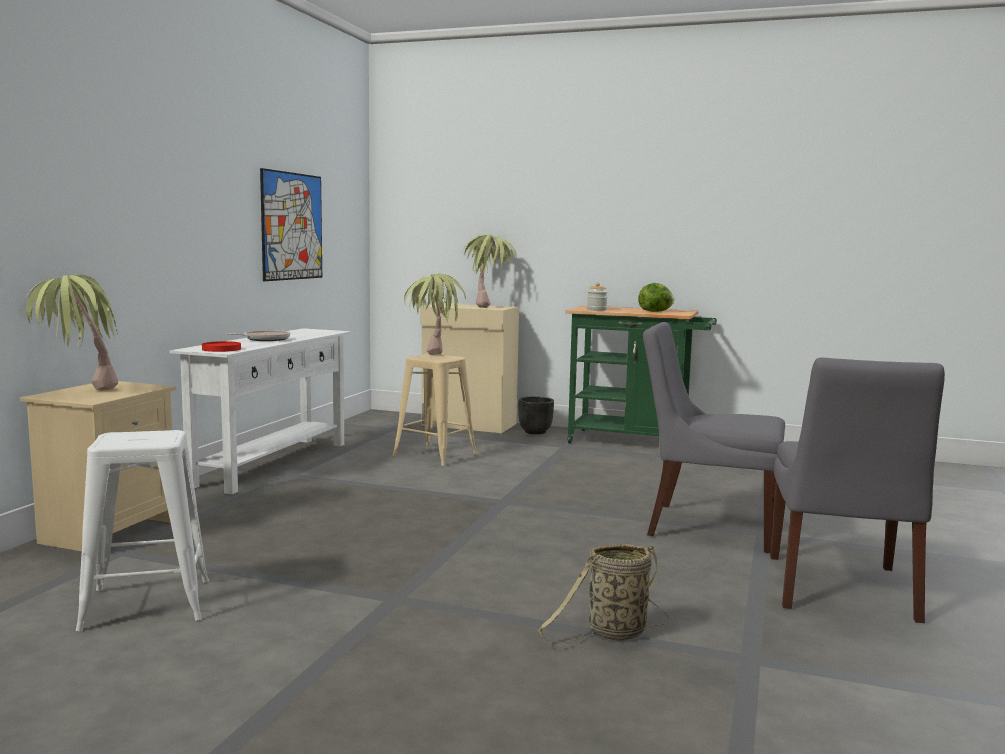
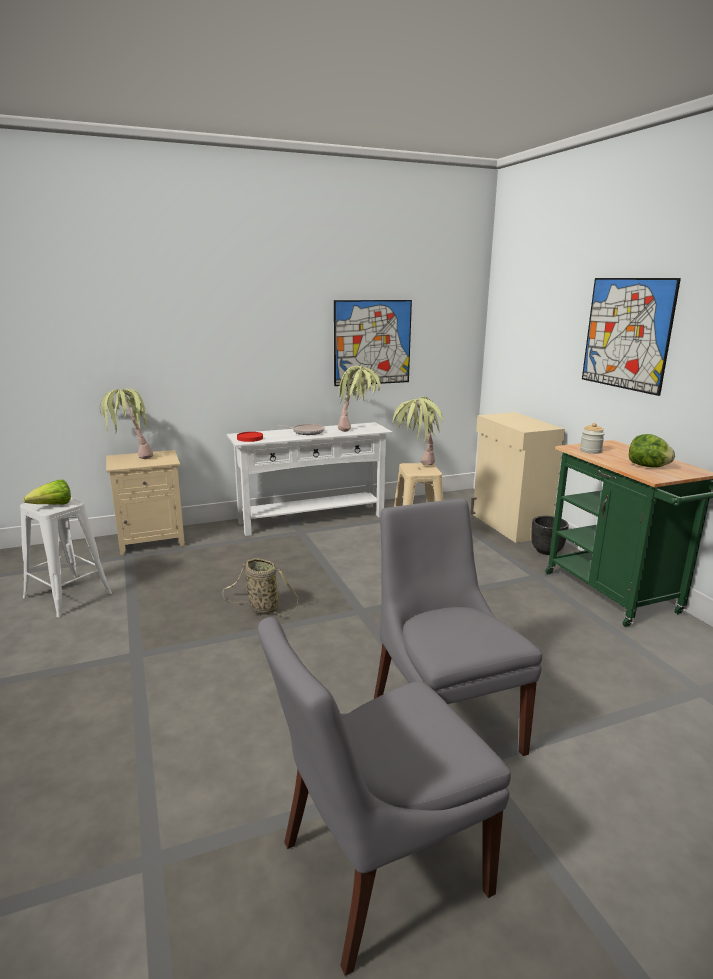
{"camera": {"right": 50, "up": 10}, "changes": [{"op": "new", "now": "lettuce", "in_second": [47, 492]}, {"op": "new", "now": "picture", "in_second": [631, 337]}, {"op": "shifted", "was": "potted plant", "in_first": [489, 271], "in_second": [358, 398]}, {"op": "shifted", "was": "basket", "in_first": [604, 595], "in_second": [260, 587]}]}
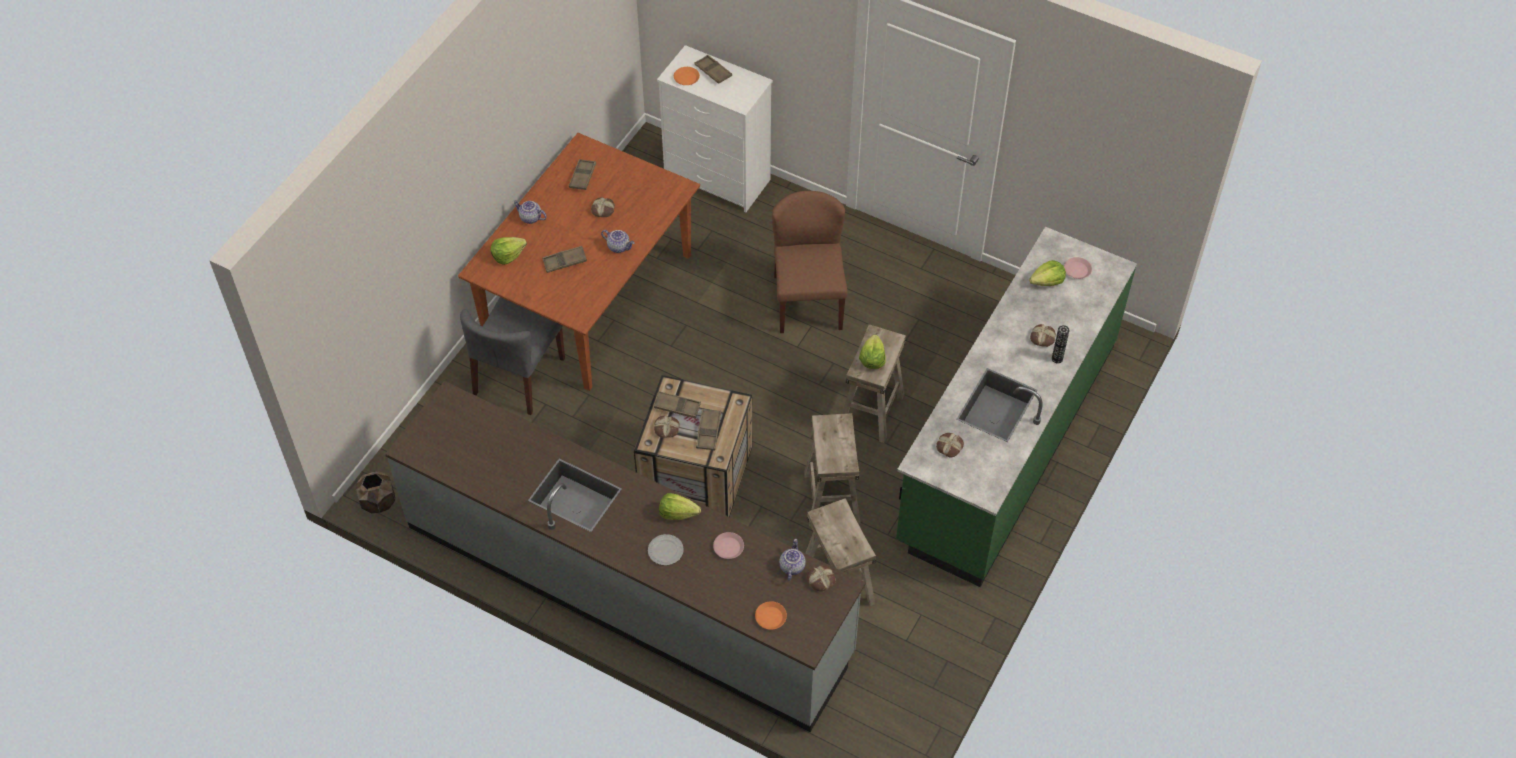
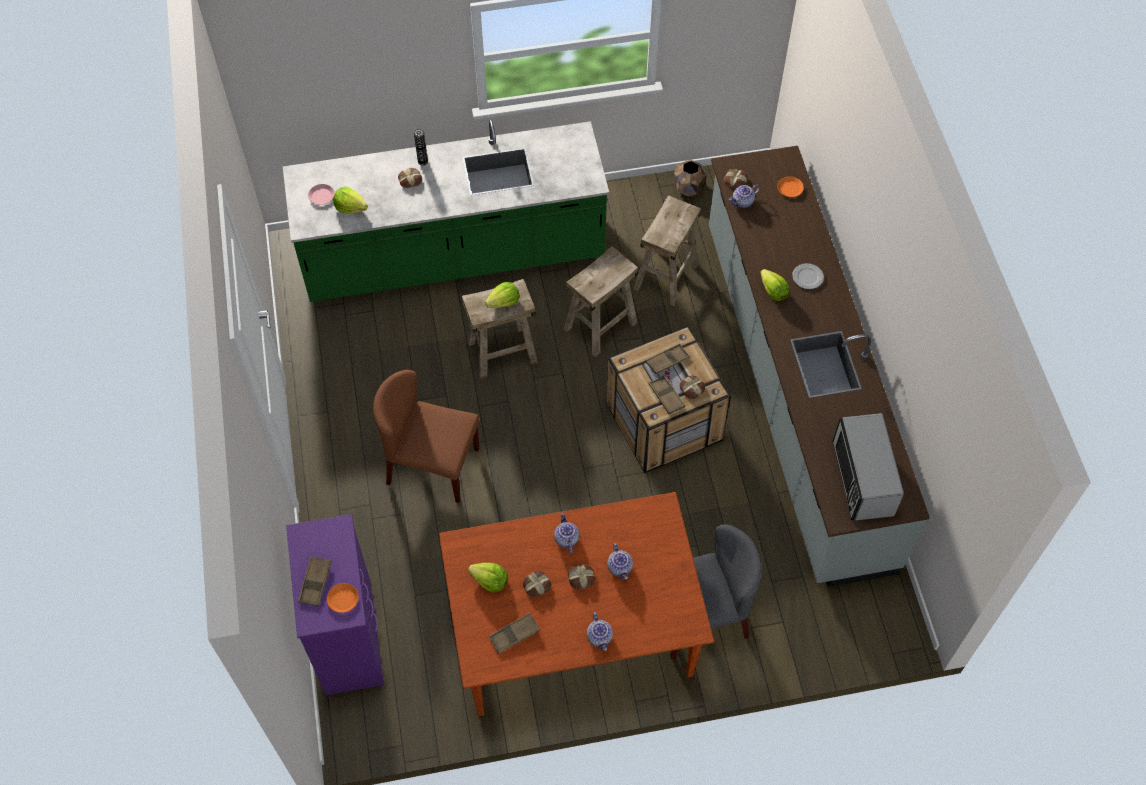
{"camera": {"right": -130, "up": 5}, "changes": [{"op": "gone", "was": "plate in pink", "in_first": [728, 545]}, {"op": "new", "now": "microwave", "in_second": [868, 466]}, {"op": "shifted", "was": "planter in brown", "in_first": [375, 492], "in_second": [690, 178]}, {"op": "shifted", "was": "lettuce", "in_first": [509, 251], "in_second": [488, 578]}, {"op": "shifted", "was": "bread", "in_first": [950, 445], "in_second": [581, 577]}, {"op": "swapped", "was": "tray in brown", "now": "teapot", "in_first": [564, 259], "in_second": [620, 561]}, {"op": "repainted", "was": "dresser in white", "now": "dresser in purple", "in_first": [715, 128], "in_second": [335, 605]}, {"op": "rotated", "was": "chair in brown", "in_first": [810, 262], "in_second": [426, 436], "clockwise": 60}]}
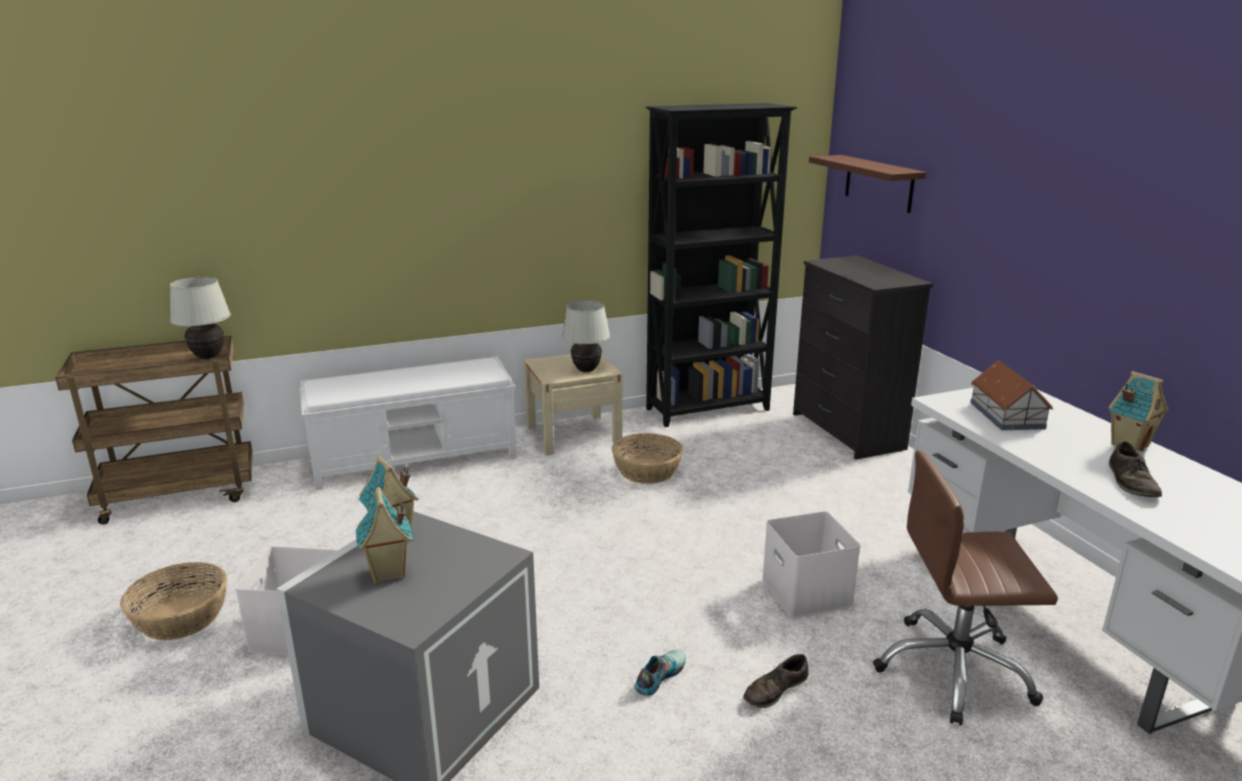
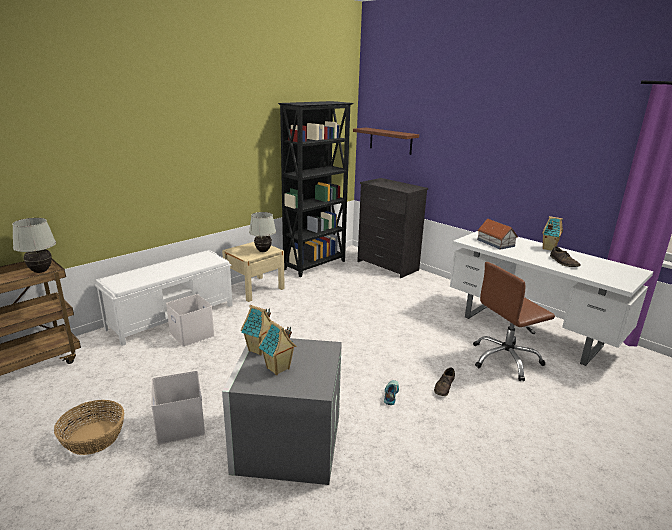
{"camera": {"right": -25, "up": 0}, "changes": [{"op": "gone", "was": "basket", "in_first": [647, 458]}, {"op": "shifted", "was": "storage box in white", "in_first": [811, 564], "in_second": [190, 320]}]}
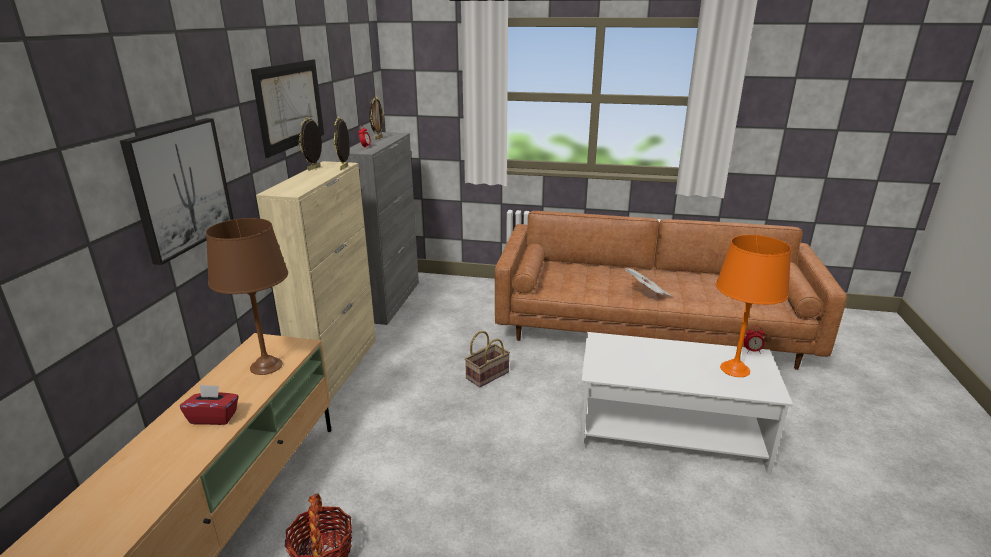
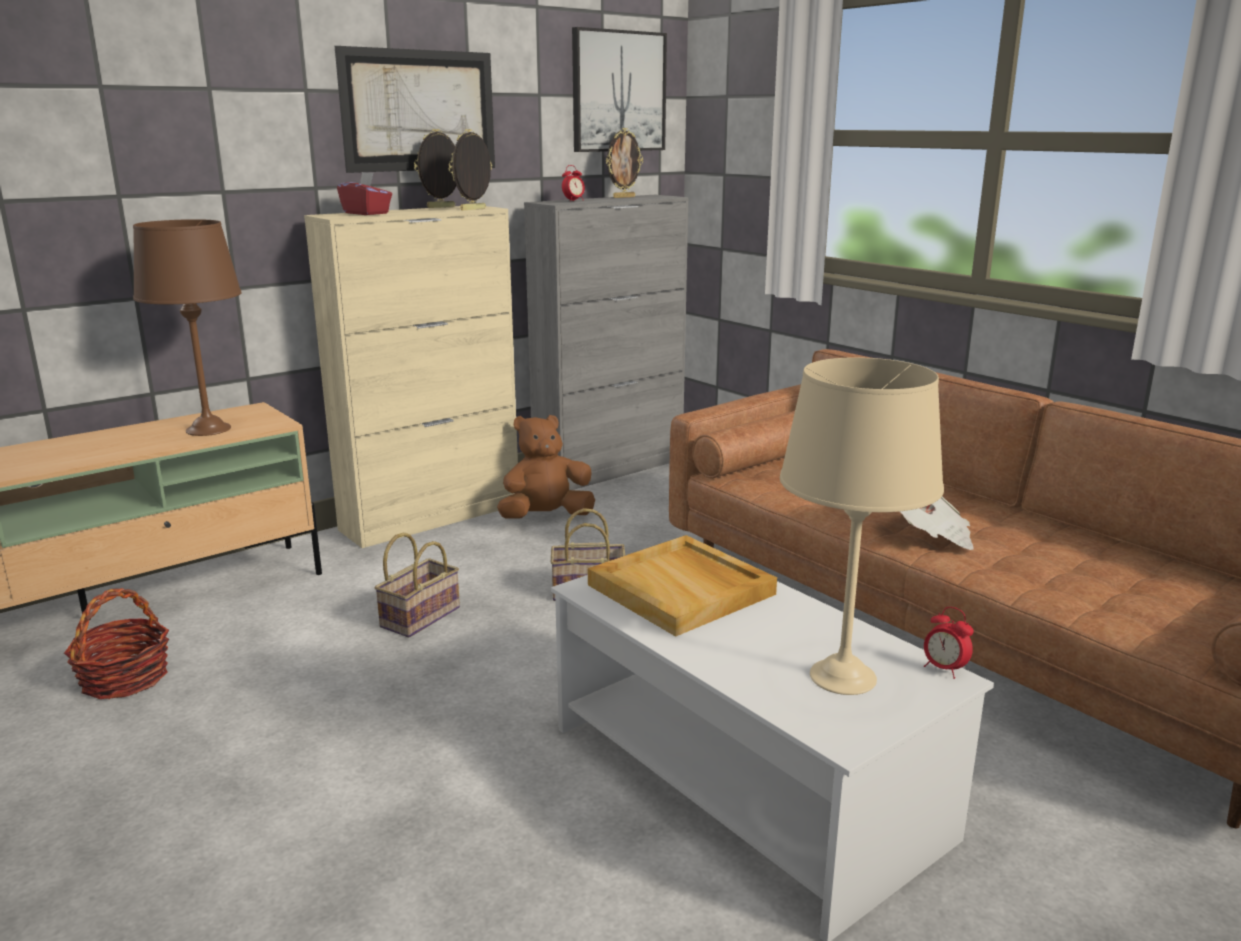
{"camera": {"right": 40, "up": -5}, "changes": [{"op": "new", "now": "basket", "in_second": [417, 585]}, {"op": "new", "now": "plush toy in brown", "in_second": [546, 467]}, {"op": "new", "now": "tray in beige", "in_second": [682, 586]}, {"op": "shifted", "was": "picture", "in_first": [177, 191], "in_second": [619, 89]}, {"op": "shifted", "was": "tissue box in red", "in_first": [209, 405], "in_second": [364, 193]}, {"op": "repainted", "was": "table lamp in orange", "now": "table lamp in beige", "in_first": [753, 306], "in_second": [862, 526]}]}
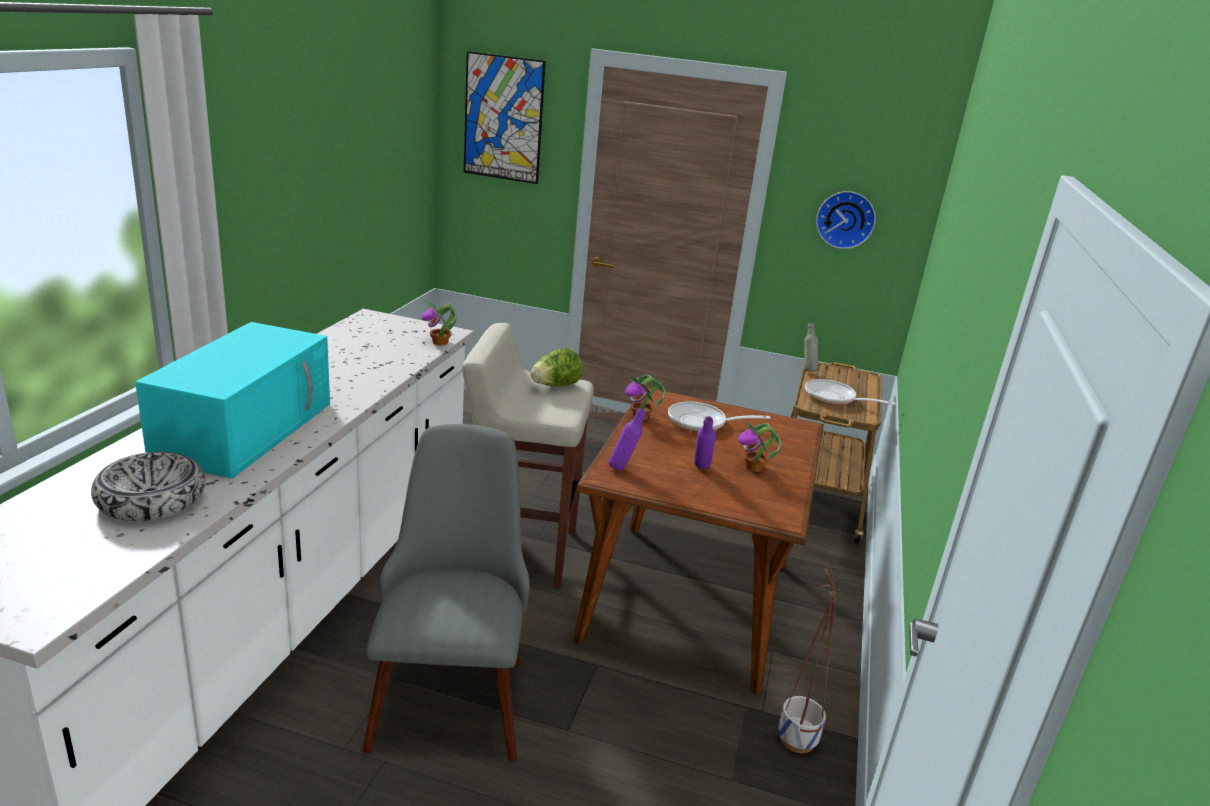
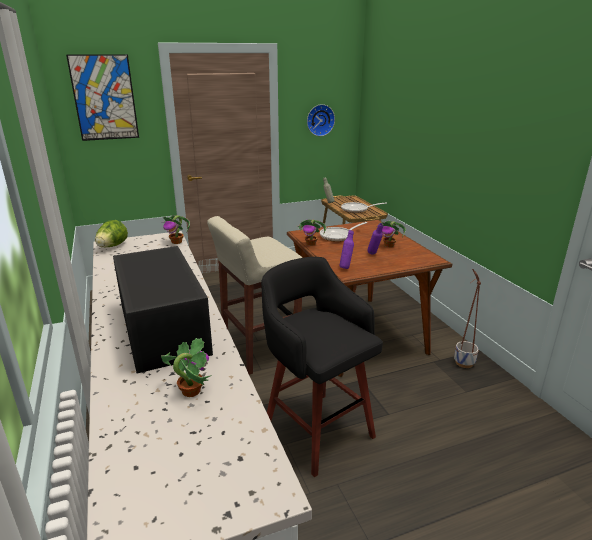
{"camera": {"right": -35, "up": 0}, "changes": [{"op": "shifted", "was": "lettuce", "in_first": [556, 367], "in_second": [111, 233]}, {"op": "swapped", "was": "bowl", "now": "potted plant", "in_first": [148, 486], "in_second": [186, 367]}, {"op": "swapped", "was": "chair in grey", "now": "stool in black", "in_first": [446, 592], "in_second": [322, 367]}, {"op": "repainted", "was": "microwave in turquoise", "now": "microwave in black", "in_first": [232, 400], "in_second": [163, 309]}]}
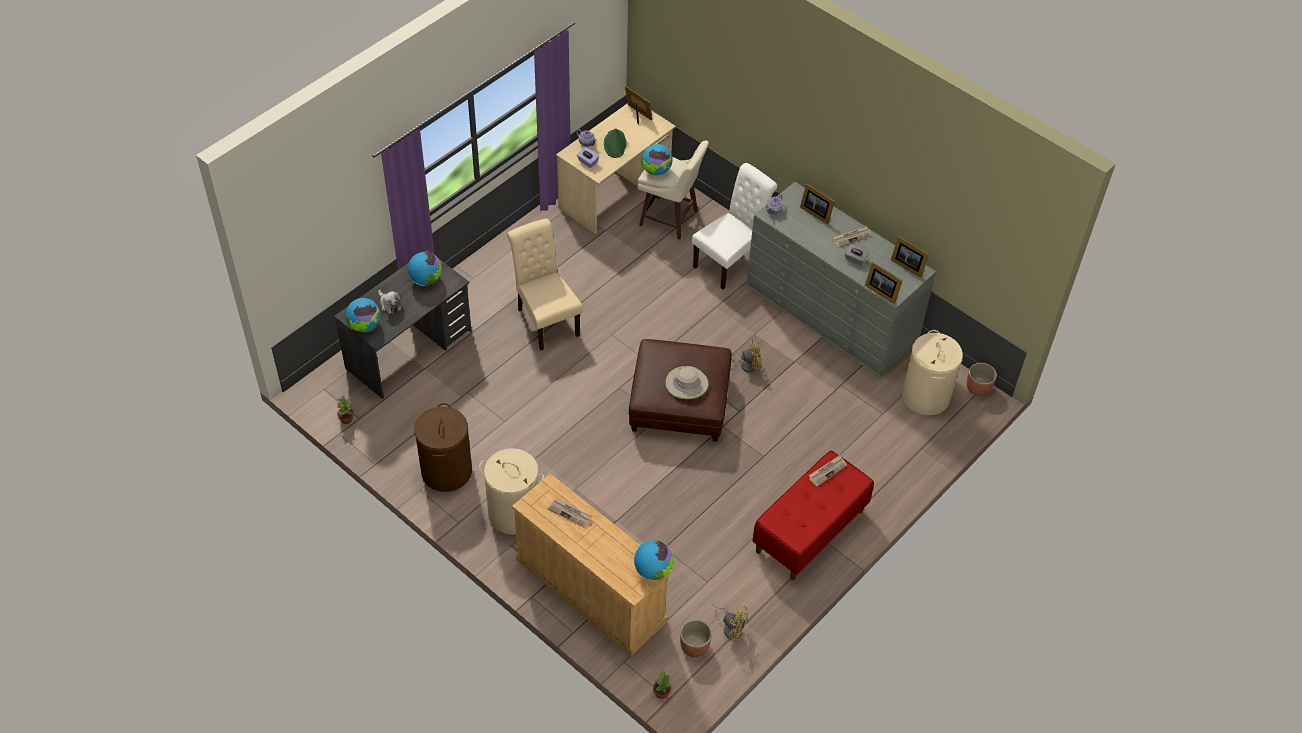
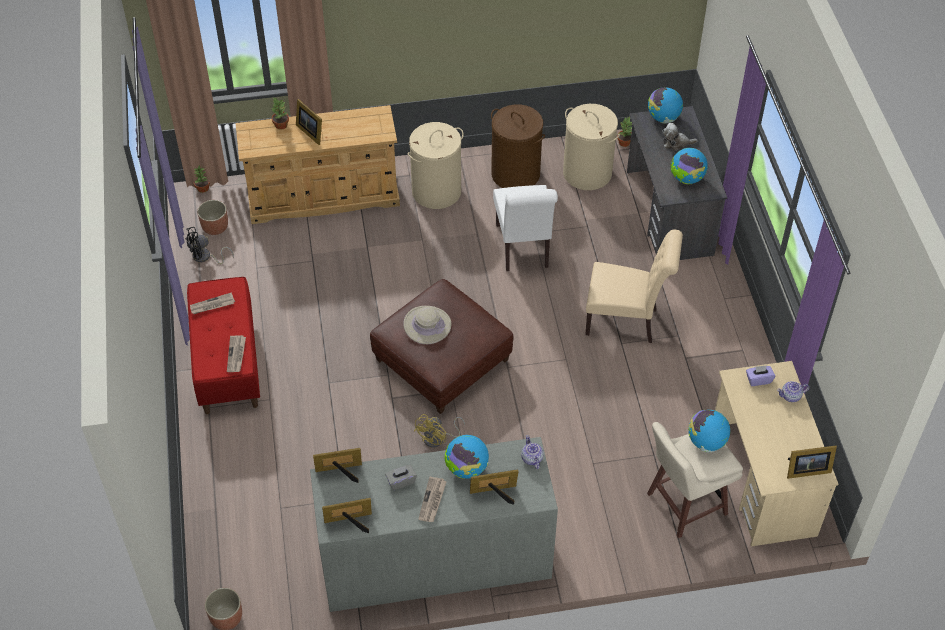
{"camera": {"right": 130, "up": 0}, "changes": [{"op": "gone", "was": "hat in green", "in_first": [615, 143]}, {"op": "new", "now": "potted plant", "in_second": [280, 114]}, {"op": "new", "now": "picture frame", "in_second": [309, 122]}, {"op": "shifted", "was": "newspaper", "in_first": [569, 512], "in_second": [212, 303]}, {"op": "shifted", "was": "globe", "in_first": [653, 560], "in_second": [466, 457]}, {"op": "shifted", "was": "chair in white", "in_first": [734, 226], "in_second": [525, 228]}, {"op": "shifted", "was": "laundry basket in beige", "in_first": [932, 372], "in_second": [591, 147]}, {"op": "repainted", "was": "fan in yellow", "now": "fan in black", "in_first": [730, 622], "in_second": [209, 245]}]}
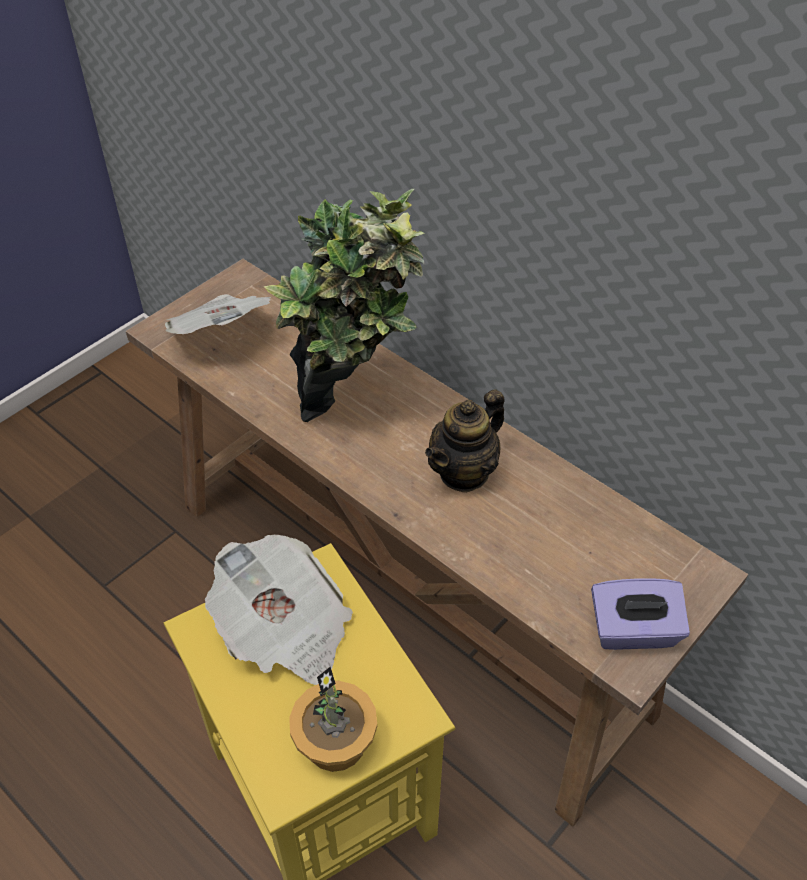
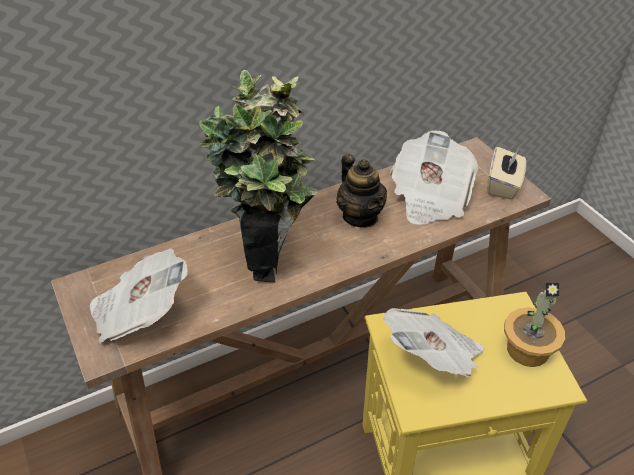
{"camera": {"right": -70, "up": -5}, "changes": [{"op": "new", "now": "newspaper", "in_second": [434, 177]}, {"op": "repainted", "was": "tissue box in purple", "now": "tissue box in beige", "in_first": [640, 614], "in_second": [506, 173]}]}
